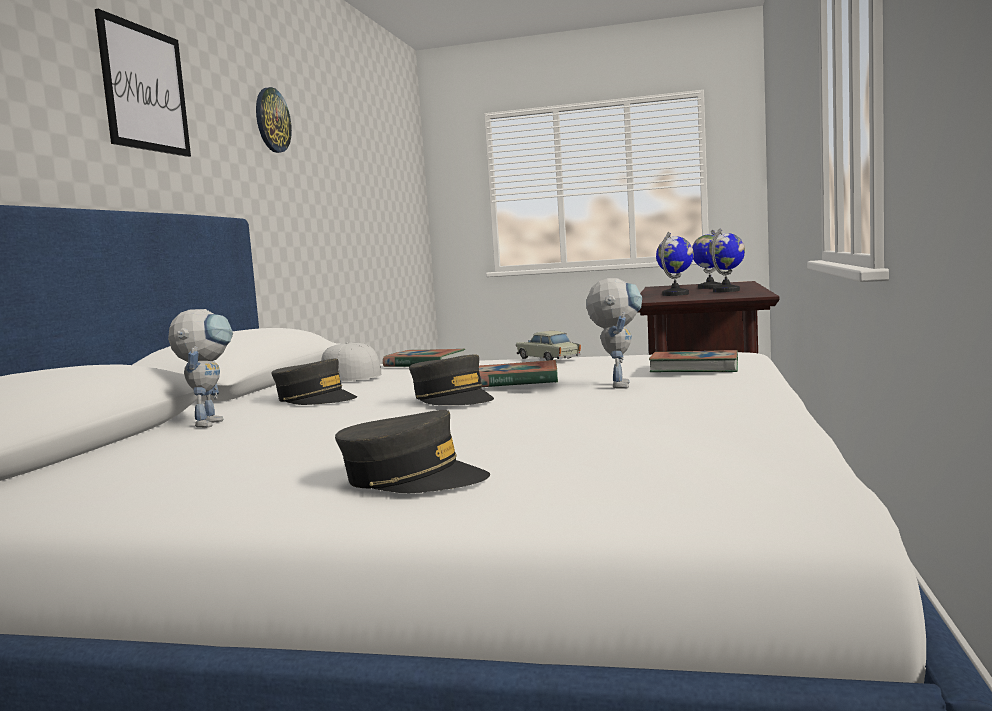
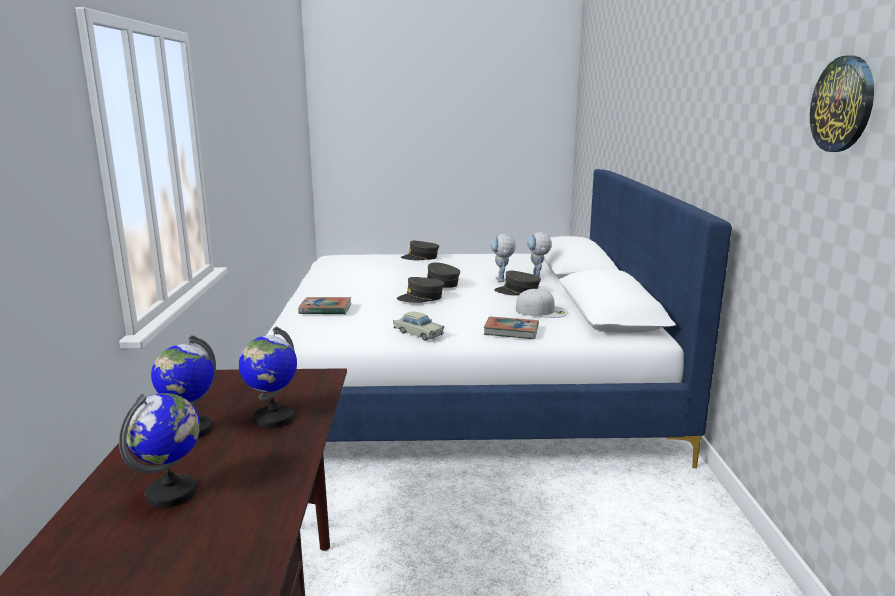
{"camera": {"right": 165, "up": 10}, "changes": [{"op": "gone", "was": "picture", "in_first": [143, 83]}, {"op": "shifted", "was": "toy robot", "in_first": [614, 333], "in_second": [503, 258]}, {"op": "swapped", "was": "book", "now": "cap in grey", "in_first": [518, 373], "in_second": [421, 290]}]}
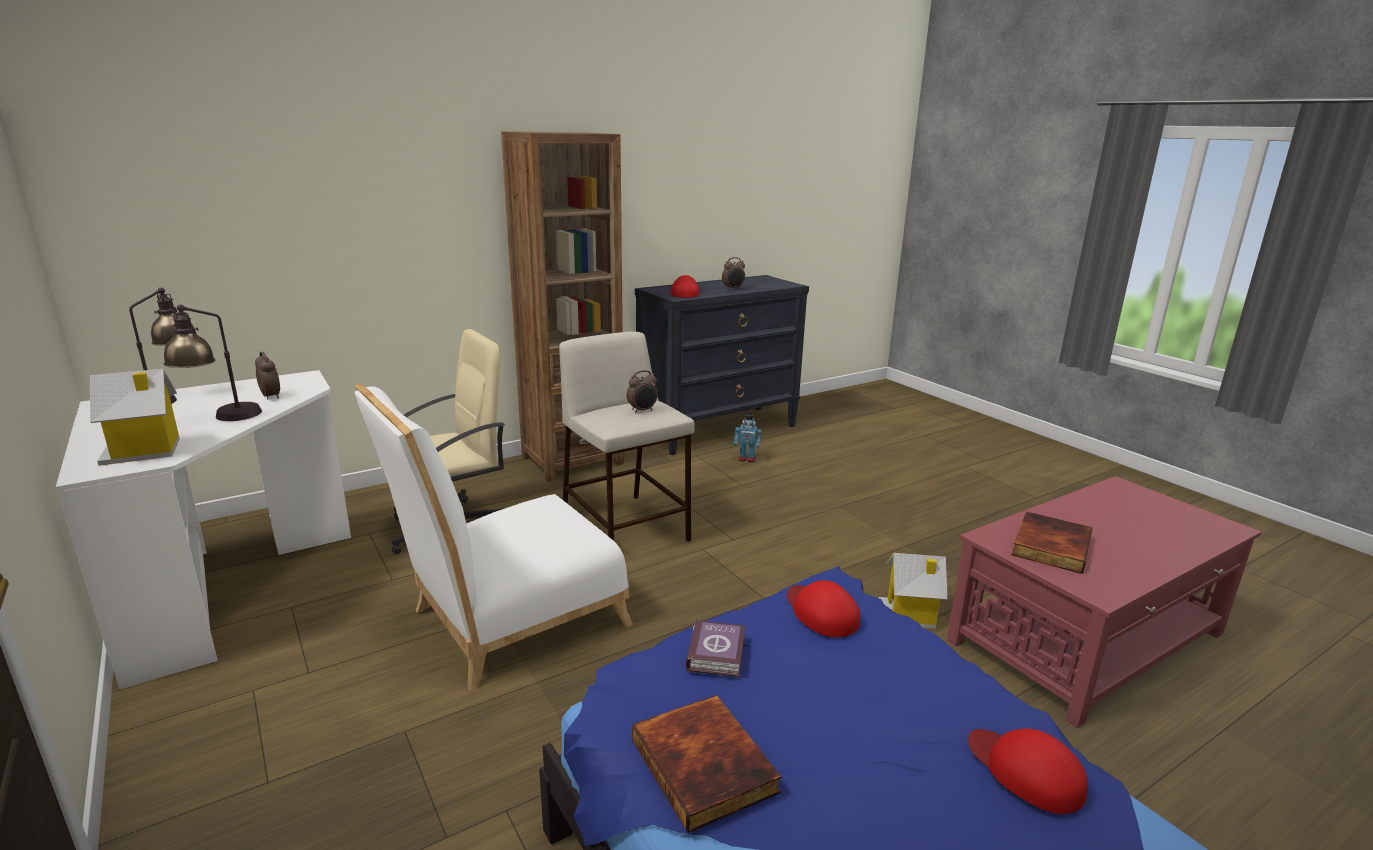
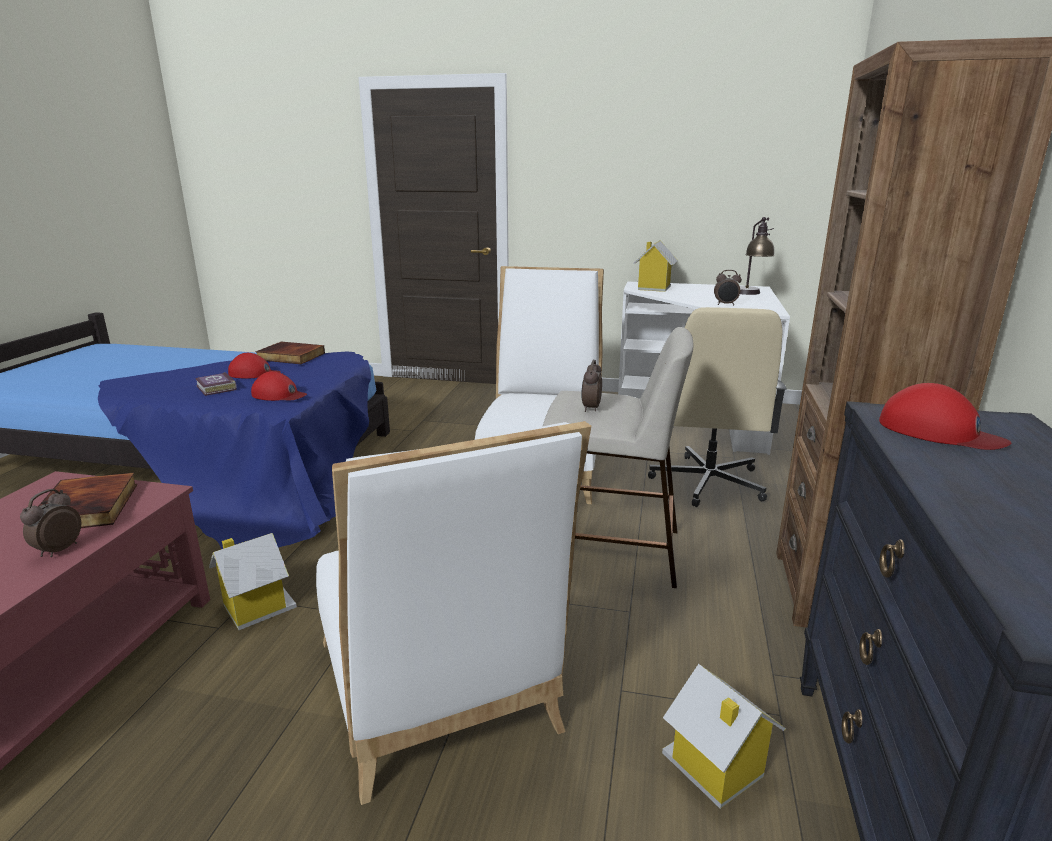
{"camera": {"right": 135, "up": 0}, "changes": [{"op": "gone", "was": "table lamp", "in_first": [213, 363]}, {"op": "new", "now": "chair in white", "in_second": [453, 613]}, {"op": "shifted", "was": "book", "in_first": [715, 647], "in_second": [216, 384]}, {"op": "shifted", "was": "alarm clock", "in_first": [733, 273], "in_second": [50, 523]}, {"op": "shifted", "was": "cap in red", "in_first": [1028, 771], "in_second": [254, 366]}, {"op": "swapped", "was": "toy robot", "now": "toy house", "in_first": [748, 437], "in_second": [724, 736]}]}
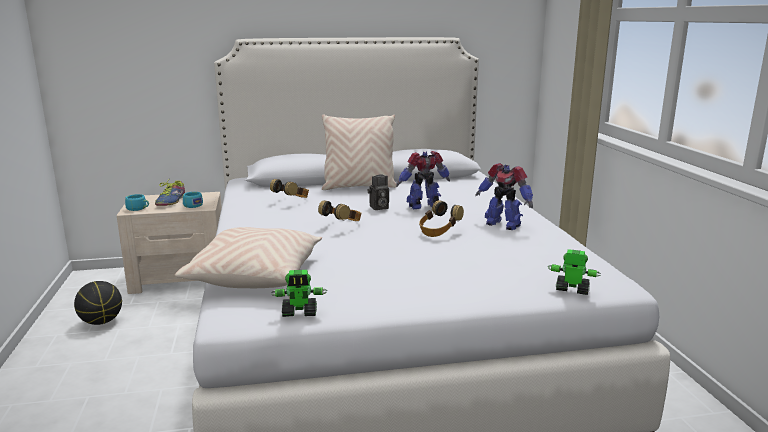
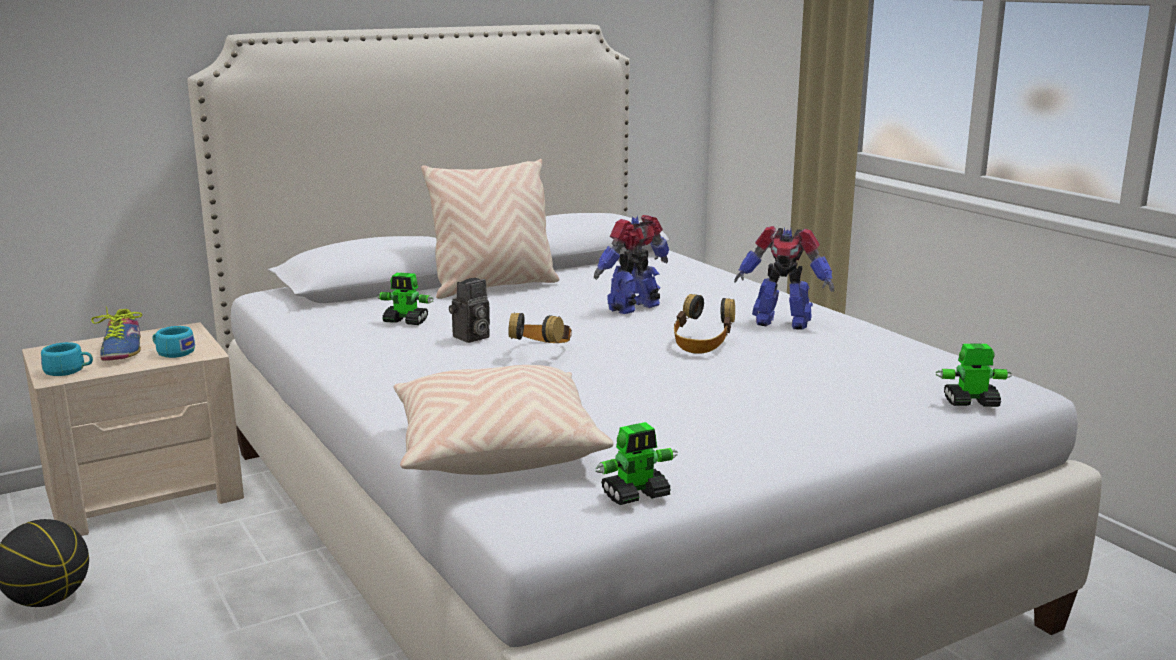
{"camera": {"right": -20, "up": 0}, "changes": [{"op": "shifted", "was": "photo camera", "in_first": [378, 192], "in_second": [469, 310]}, {"op": "swapped", "was": "headphones", "now": "toy robot", "in_first": [289, 188], "in_second": [405, 299]}]}
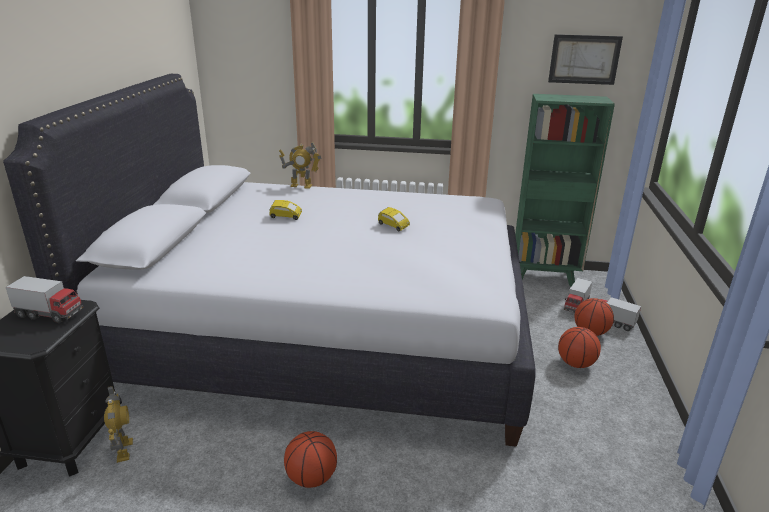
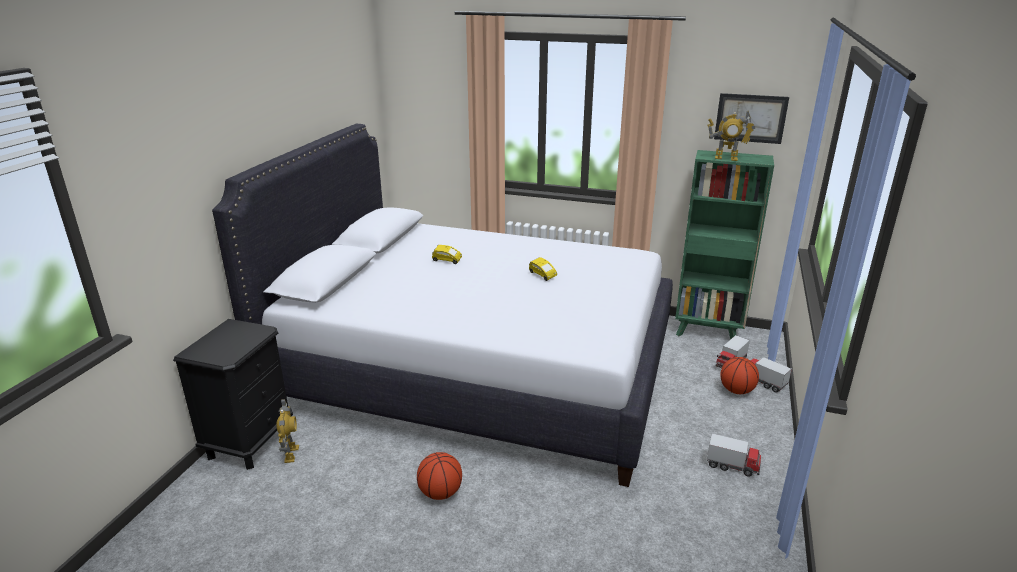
{"camera": {"right": 10, "up": 0}, "changes": [{"op": "gone", "was": "basketball", "in_first": [579, 347]}, {"op": "shifted", "was": "toy truck", "in_first": [45, 299], "in_second": [734, 455]}, {"op": "shifted", "was": "toy robot", "in_first": [300, 165], "in_second": [731, 136]}]}
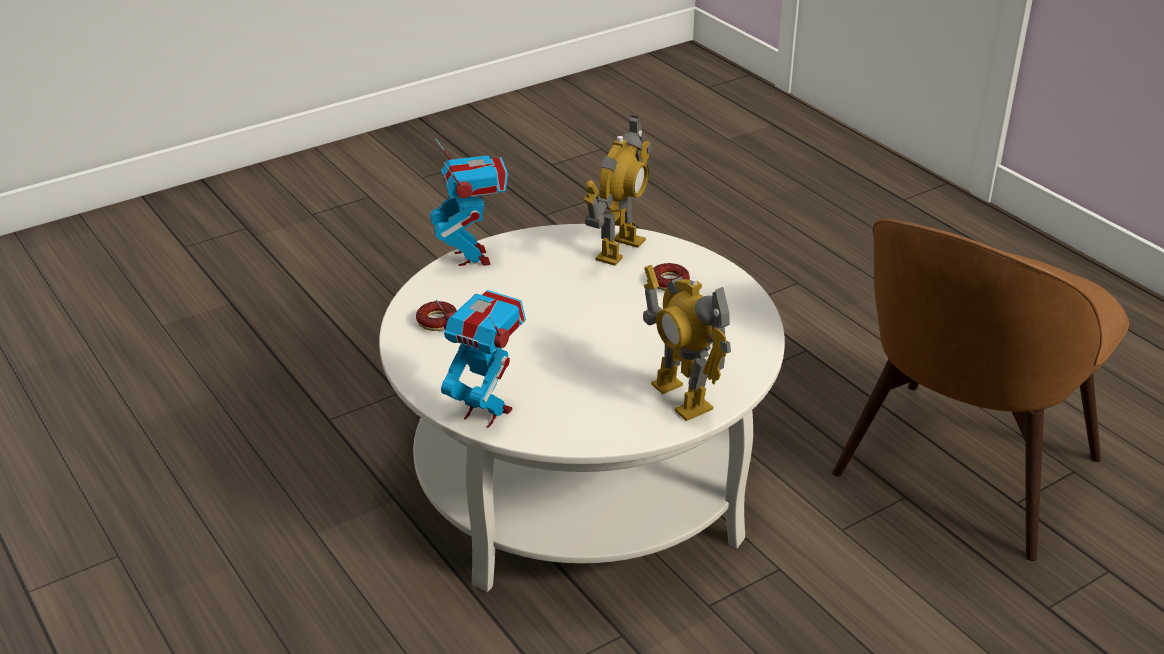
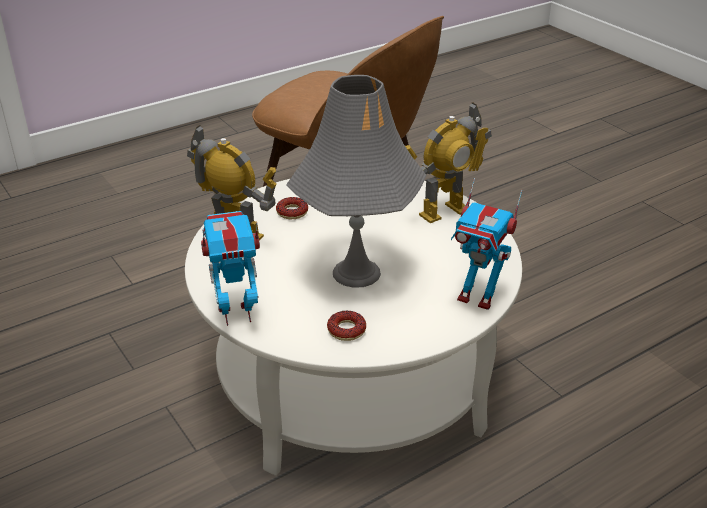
{"camera": {"right": -90, "up": 0}, "changes": [{"op": "new", "now": "table lamp in grey", "in_second": [356, 181]}, {"op": "rotated", "was": "toy robot", "in_first": [481, 359], "in_second": [486, 244], "clockwise": -90}]}
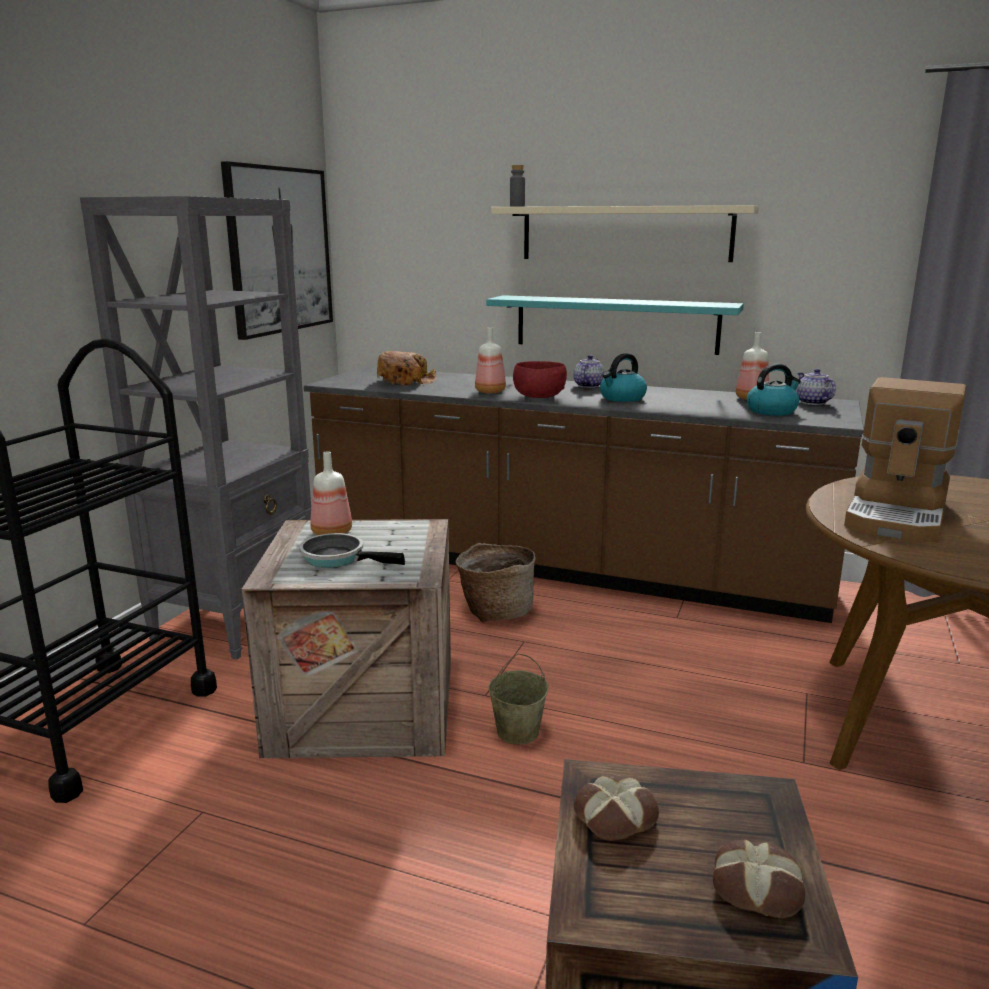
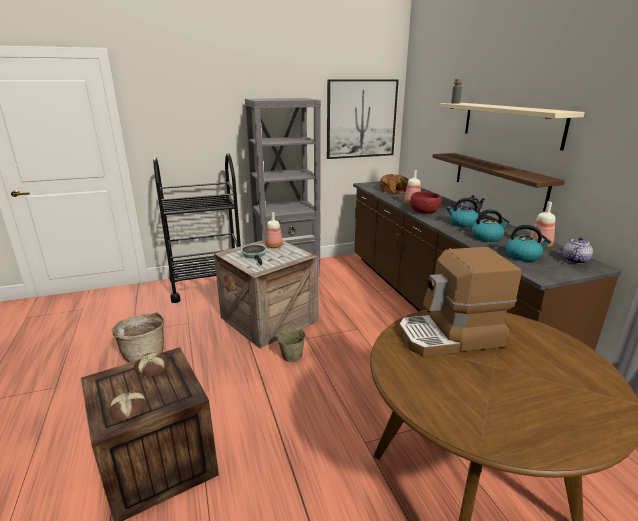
{"camera": {"right": 50, "up": 5}, "changes": [{"op": "new", "now": "kettle", "in_second": [490, 225]}, {"op": "shifted", "was": "basket", "in_first": [496, 583], "in_second": [138, 337]}, {"op": "repainted", "was": "shelf in turquoise", "now": "shelf in brown", "in_first": [615, 325], "in_second": [498, 182]}]}
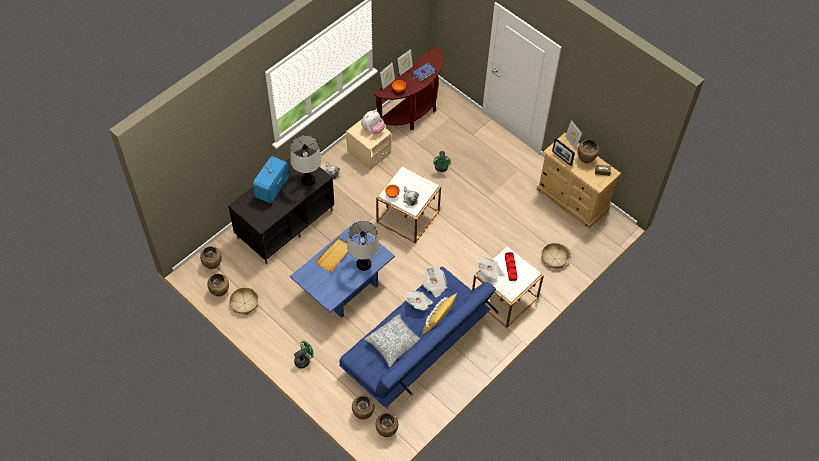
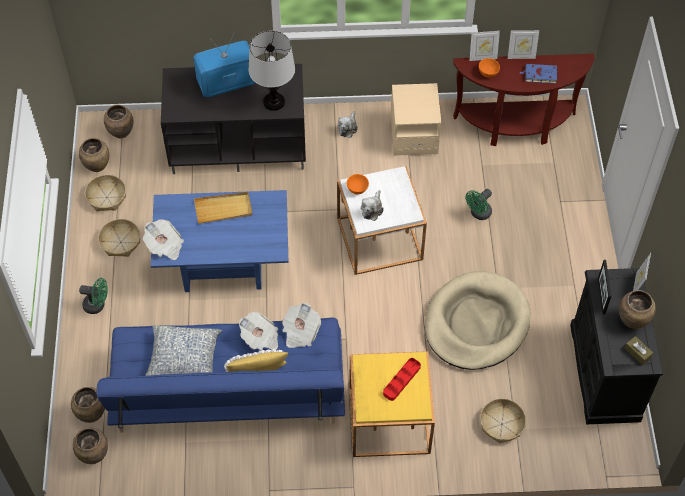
{"camera": {"right": 45, "up": 0}, "changes": [{"op": "gone", "was": "table lamp", "in_first": [363, 246]}, {"op": "gone", "was": "plush toy", "in_first": [373, 122]}, {"op": "new", "now": "basket", "in_second": [119, 238]}, {"op": "new", "now": "dog bed in beige", "in_second": [478, 320]}, {"op": "shifted", "was": "newspaper", "in_first": [490, 268], "in_second": [163, 239]}, {"op": "repainted", "was": "side table in white", "now": "side table in yellow", "in_first": [508, 286], "in_second": [392, 404]}, {"op": "repainted", "was": "dresser in beige", "now": "dresser in black", "in_first": [578, 181], "in_second": [616, 346]}]}
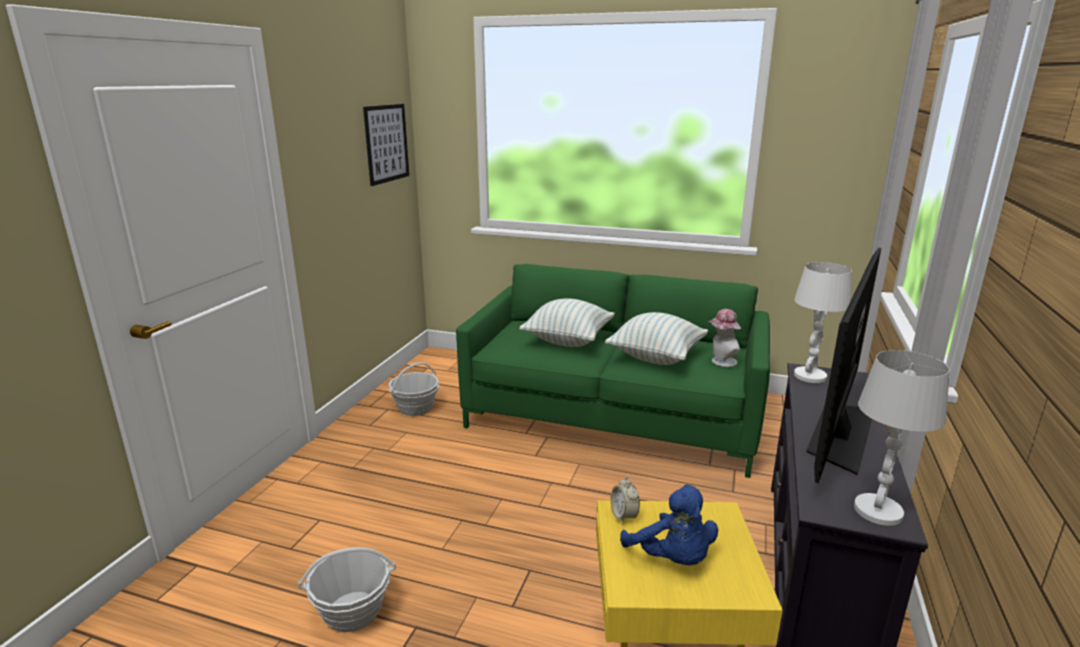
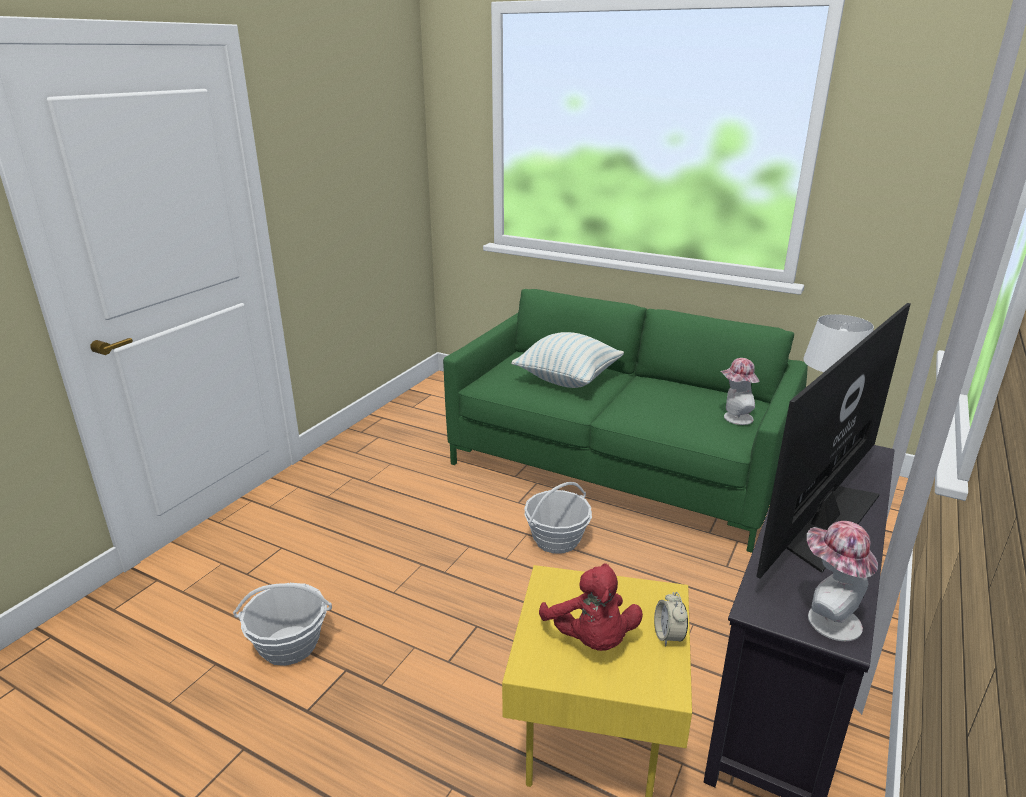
{"camera": {"right": 10, "up": 5}, "changes": [{"op": "gone", "was": "picture", "in_first": [386, 145]}, {"op": "gone", "was": "pillow", "in_first": [656, 338]}, {"op": "shifted", "was": "basket", "in_first": [414, 389], "in_second": [558, 518]}, {"op": "shifted", "was": "alarm clock", "in_first": [625, 500], "in_second": [671, 619]}, {"op": "swapped", "was": "table lamp in white", "now": "hat", "in_first": [902, 438], "in_second": [842, 581]}, {"op": "repainted", "was": "plush toy in blue", "now": "plush toy in red", "in_first": [669, 524], "in_second": [591, 607]}]}
